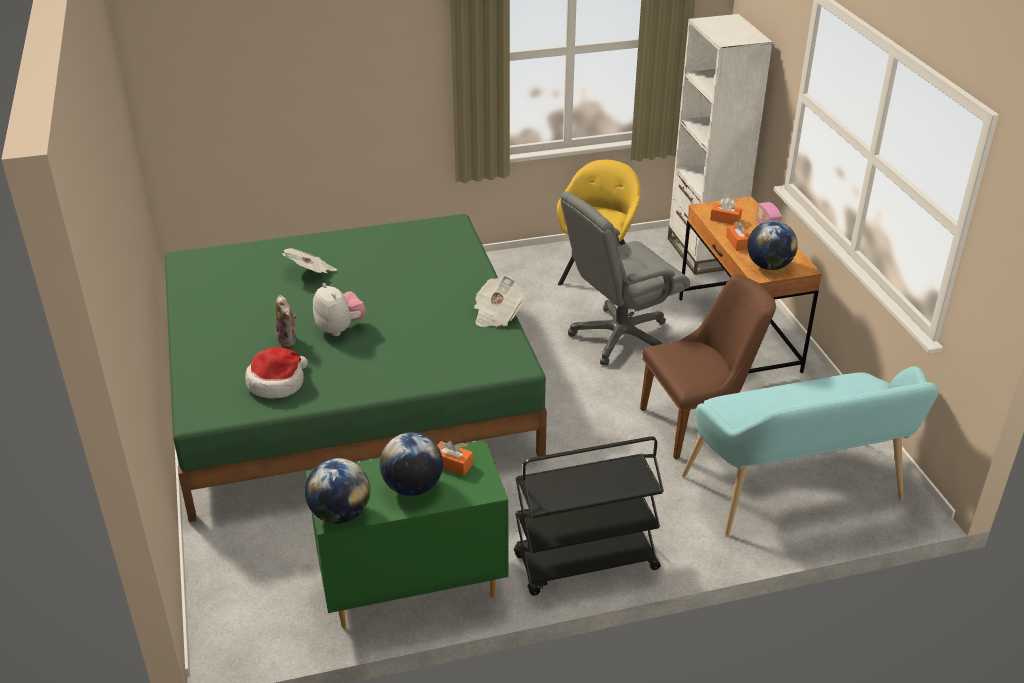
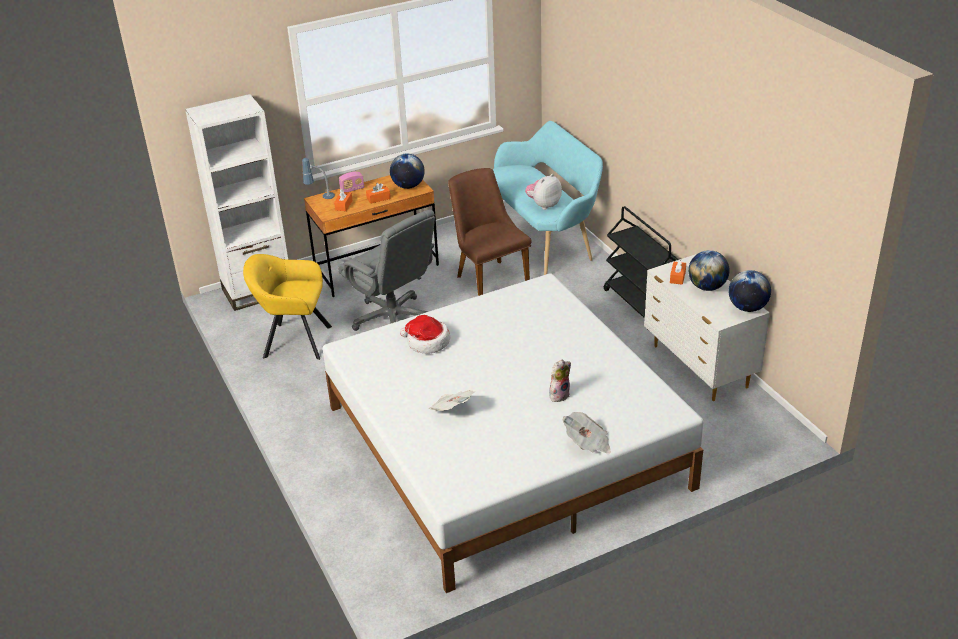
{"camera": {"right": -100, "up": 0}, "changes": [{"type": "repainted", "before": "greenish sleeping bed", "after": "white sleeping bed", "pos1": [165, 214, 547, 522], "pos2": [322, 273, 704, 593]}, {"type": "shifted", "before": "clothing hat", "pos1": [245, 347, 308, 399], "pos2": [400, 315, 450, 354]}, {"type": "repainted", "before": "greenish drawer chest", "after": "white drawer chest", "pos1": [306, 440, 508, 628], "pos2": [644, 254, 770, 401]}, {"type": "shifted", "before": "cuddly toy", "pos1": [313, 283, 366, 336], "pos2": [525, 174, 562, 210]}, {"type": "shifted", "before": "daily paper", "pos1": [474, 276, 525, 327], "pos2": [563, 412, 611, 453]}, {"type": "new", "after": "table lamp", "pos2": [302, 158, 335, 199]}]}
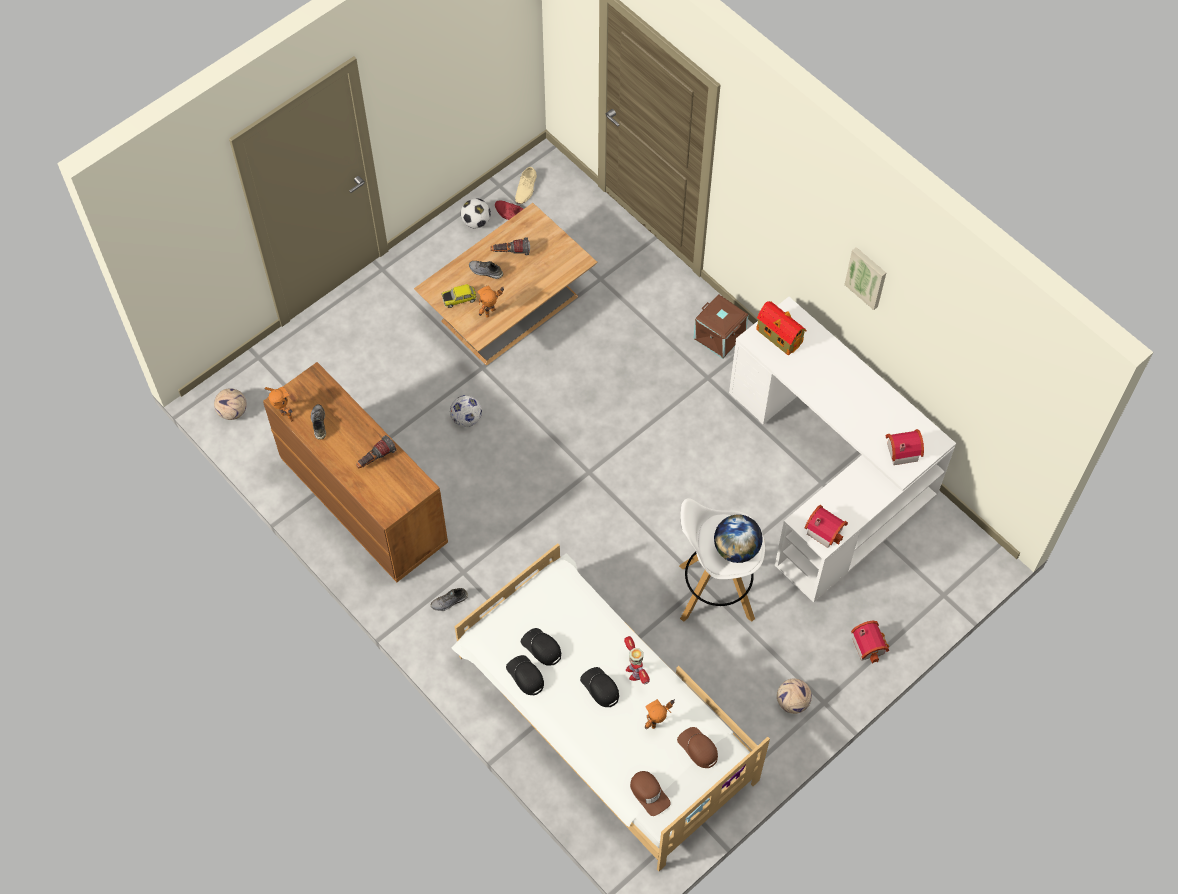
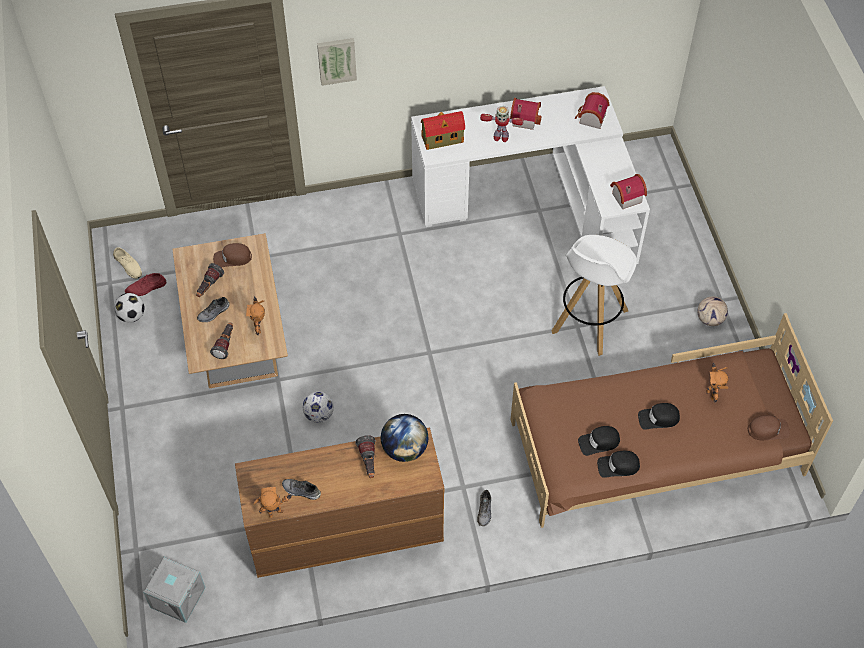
{"camera": {"right": -60, "up": -5}, "changes": [{"type": "swapped", "before": "ball for football", "after": "gray storage bin", "pos1": [214, 388, 247, 420], "pos2": [143, 556, 206, 623]}, {"type": "swapped", "before": "miniature car", "after": "hand torch", "pos1": [441, 284, 477, 308], "pos2": [210, 322, 233, 359]}, {"type": "repainted", "before": "white sleeping bed", "after": "brownish sleeping bed", "pos1": [451, 543, 770, 871], "pos2": [510, 313, 833, 528]}, {"type": "shifted", "before": "robot figure", "pos1": [624, 636, 650, 684], "pos2": [480, 106, 524, 142]}, {"type": "shifted", "before": "brownish cap", "pos1": [677, 727, 718, 768], "pos2": [213, 243, 252, 268]}, {"type": "gone", "before": "brownish storage bin", "pos1": [693, 294, 749, 359]}, {"type": "shifted", "before": "world globe", "pos1": [714, 515, 763, 563], "pos2": [381, 414, 429, 462]}, {"type": "shifted", "before": "wall art", "pos1": [844, 247, 886, 310], "pos2": [317, 38, 357, 86]}, {"type": "shifted", "before": "toy house", "pos1": [851, 621, 889, 664], "pos2": [510, 98, 541, 130]}]}
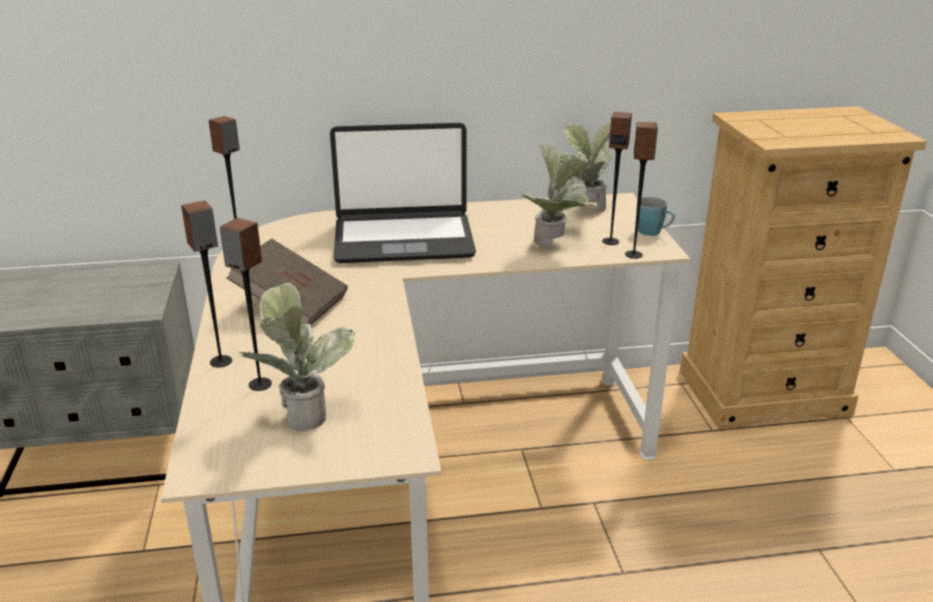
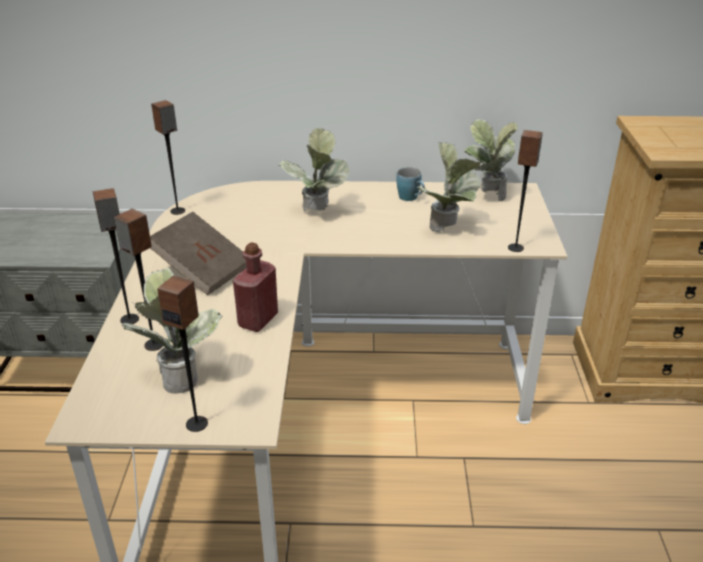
{"camera": {"right": 10, "up": 5}, "changes": [{"type": "swapped", "before": "notebook computer", "after": "potted plant", "pos1": [330, 123, 476, 263], "pos2": [279, 128, 350, 212]}, {"type": "shifted", "before": "audio speaker", "pos1": [602, 112, 632, 245], "pos2": [157, 276, 208, 432]}, {"type": "shifted", "before": "blue mug", "pos1": [636, 197, 675, 236], "pos2": [396, 167, 425, 201]}, {"type": "new", "after": "reddish drink bottle", "pos2": [233, 242, 278, 332]}]}
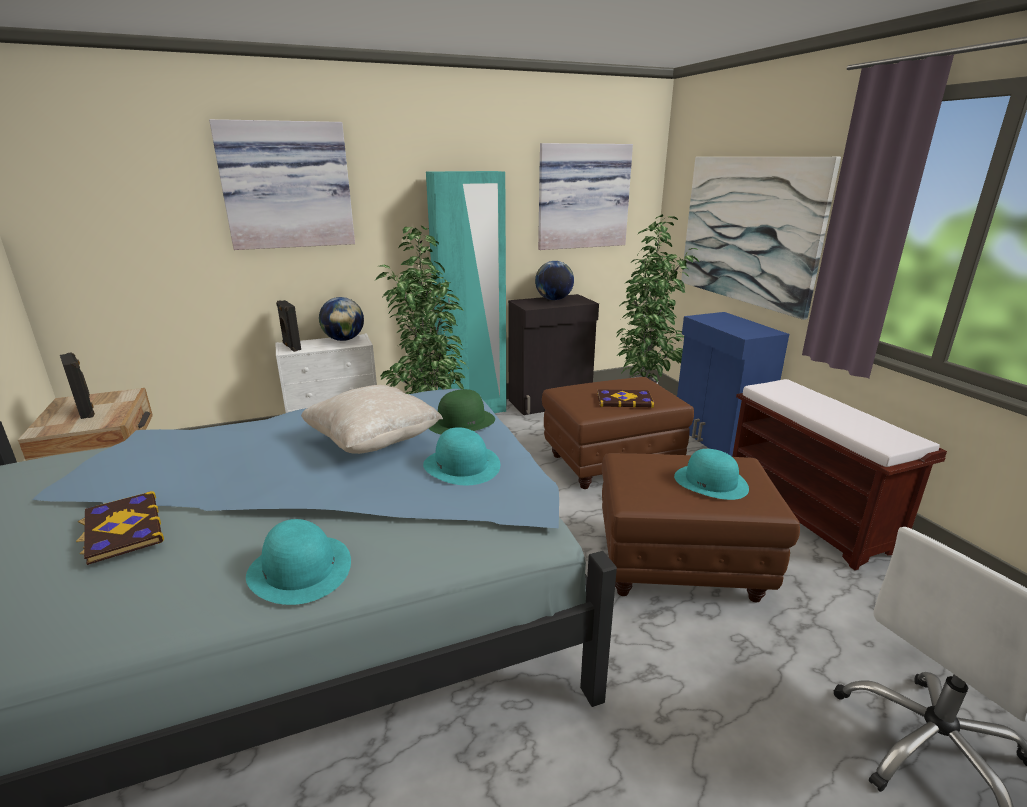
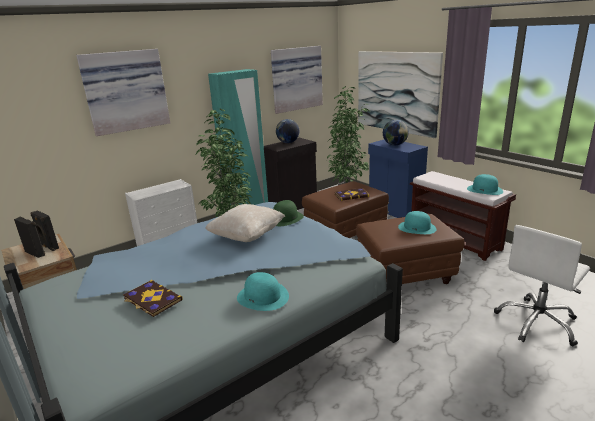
{"camera": {"right": -15, "up": 0}, "changes": [{"type": "shifted", "before": "black audio speaker", "pos1": [276, 300, 301, 352], "pos2": [31, 210, 59, 251]}, {"type": "shifted", "before": "world globe", "pos1": [319, 297, 364, 341], "pos2": [383, 120, 409, 145]}, {"type": "shifted", "before": "turquoise-coloured clothing hat", "pos1": [423, 427, 500, 485], "pos2": [467, 174, 503, 195]}]}
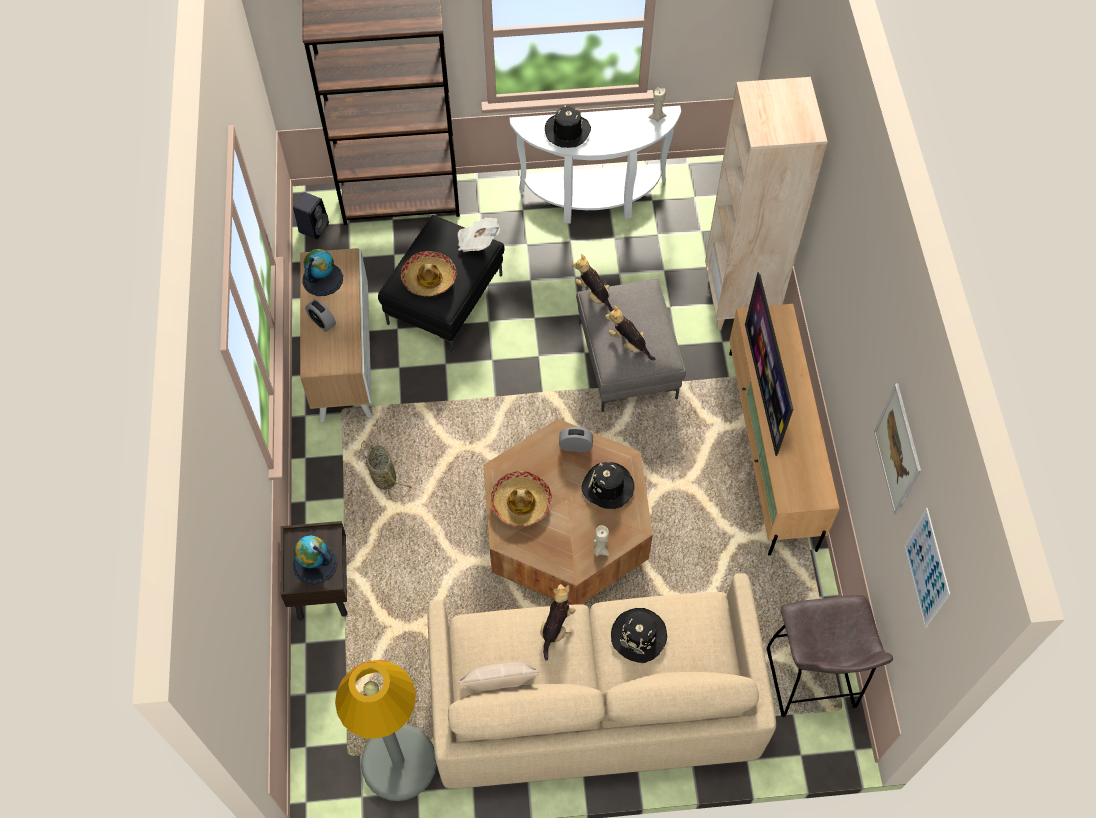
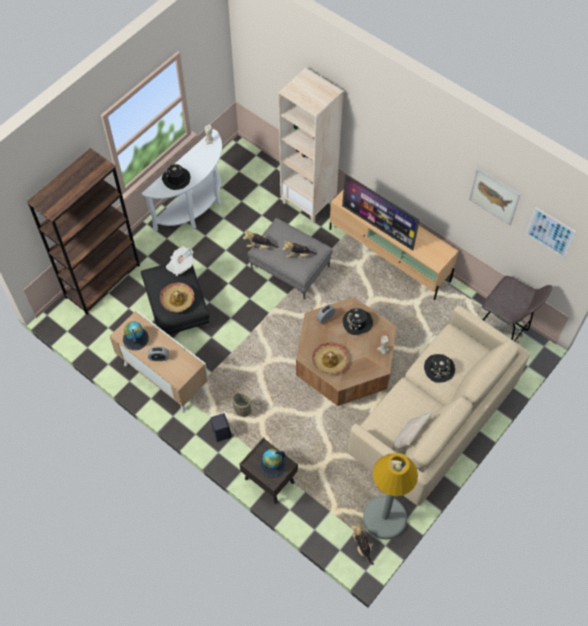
{"camera": {"right": -45, "up": 0}, "changes": [{"type": "shifted", "before": "black audio speaker", "pos1": [293, 192, 329, 239], "pos2": [211, 413, 232, 442]}, {"type": "shifted", "before": "cuddly toy", "pos1": [540, 584, 575, 661], "pos2": [351, 523, 374, 565]}]}
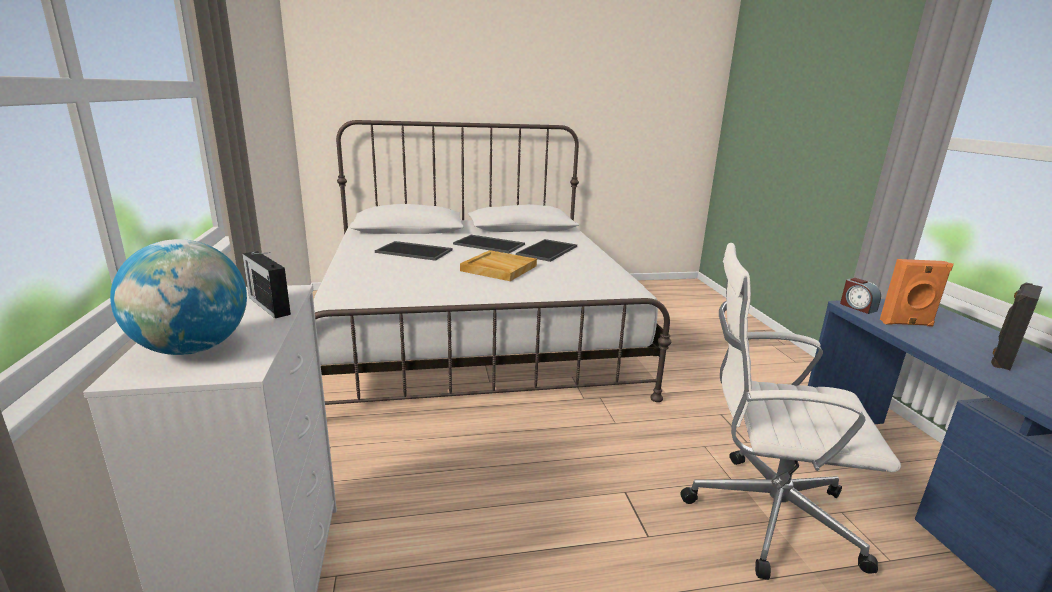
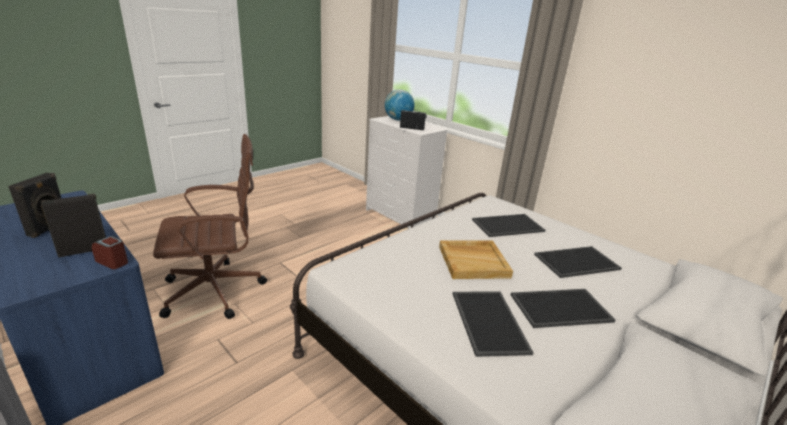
{"camera": {"right": 145, "up": 5}, "changes": [{"type": "repainted", "before": "white computer chair", "after": "brownish computer chair", "pos1": [680, 243, 901, 580], "pos2": [153, 134, 267, 319]}, {"type": "repainted", "before": "orange-coloured audio speaker", "after": "black audio speaker", "pos1": [880, 259, 954, 327], "pos2": [41, 194, 106, 257]}, {"type": "new", "after": "serving tray", "pos2": [472, 214, 545, 237]}]}
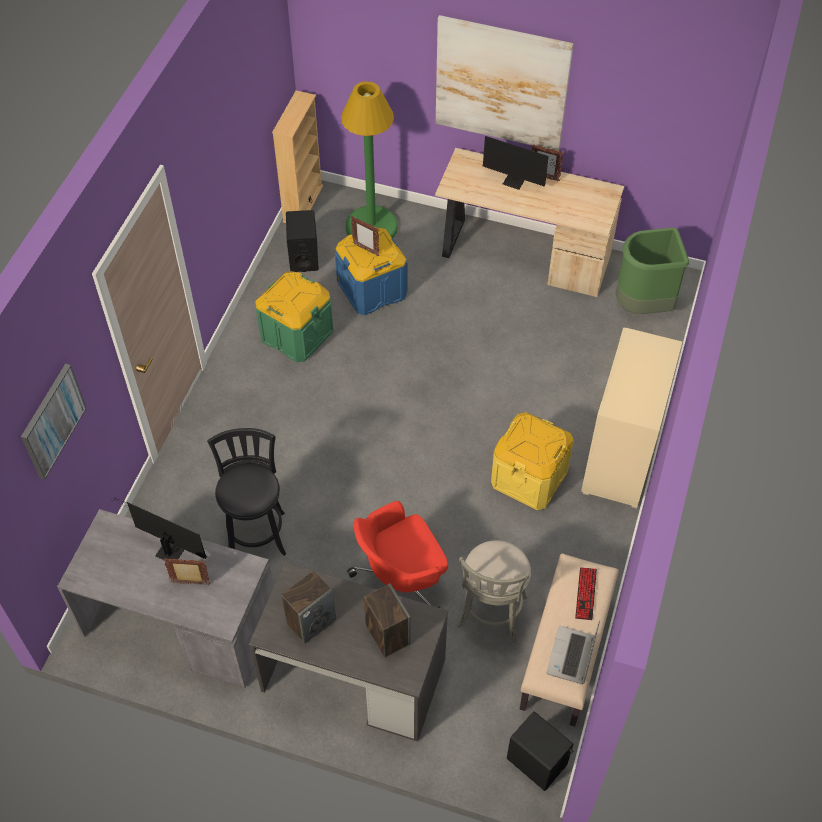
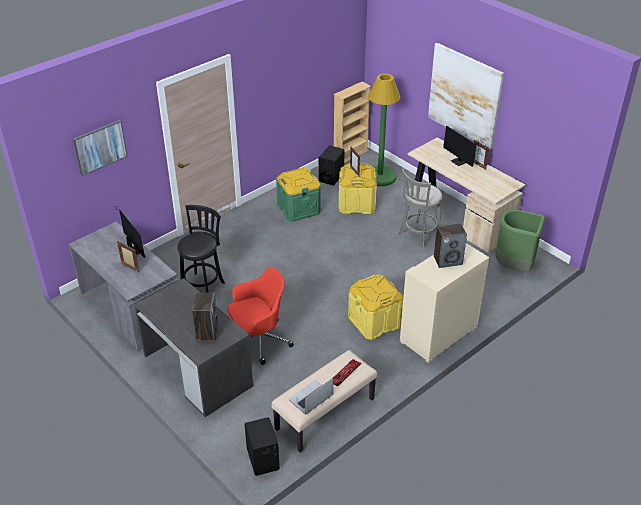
{"camera": {"right": 30, "up": -15}, "changes": [{"type": "shifted", "before": "audio speaker", "pos1": [281, 571, 336, 644], "pos2": [434, 223, 467, 268]}, {"type": "repainted", "before": "blue storage bin", "after": "yellow storage bin", "pos1": [335, 227, 408, 315], "pos2": [339, 163, 376, 214]}, {"type": "rotated", "before": "reddish computer chair", "pos1": [347, 501, 448, 608], "pos2": [227, 267, 294, 365], "turn": 150}, {"type": "shifted", "before": "gray stool", "pos1": [457, 540, 531, 642], "pos2": [399, 167, 442, 249]}]}
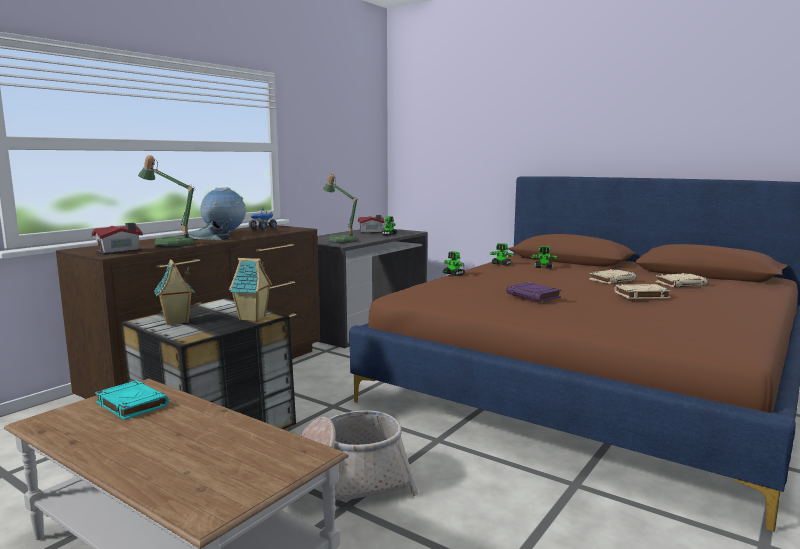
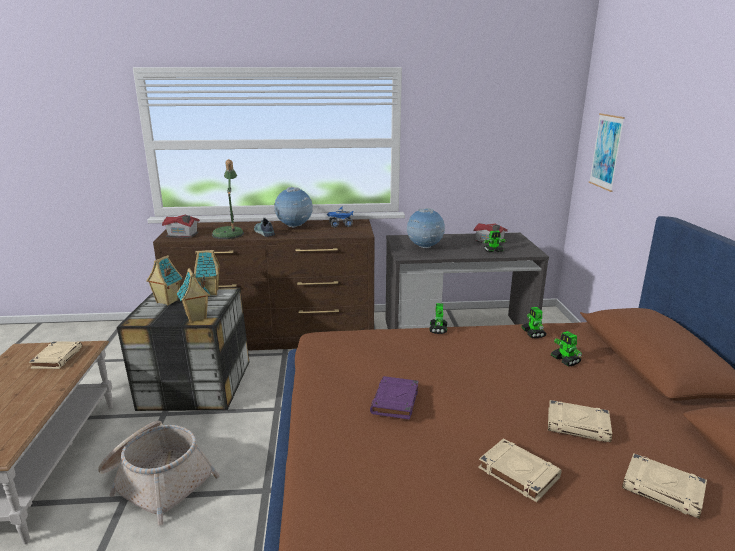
{"camera": {"right": 50, "up": 10}, "changes": [{"type": "repainted", "before": "turquoise-coloured volume", "after": "sand-coloured volume", "pos1": [95, 380, 169, 420], "pos2": [29, 342, 82, 369]}, {"type": "swapped", "before": "table lamp", "after": "world globe", "pos1": [323, 174, 358, 243], "pos2": [407, 208, 445, 249]}, {"type": "new", "after": "toy house", "pos2": [194, 250, 220, 295]}, {"type": "new", "after": "wall art", "pos2": [589, 113, 625, 192]}]}
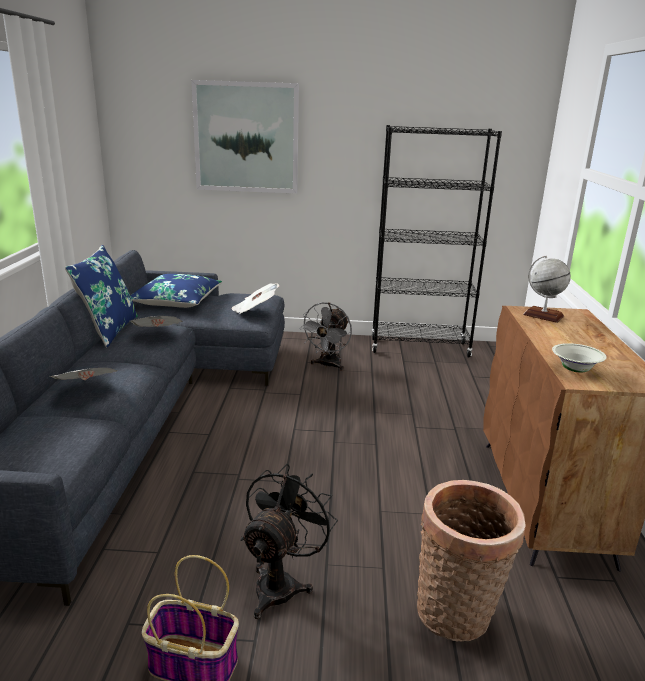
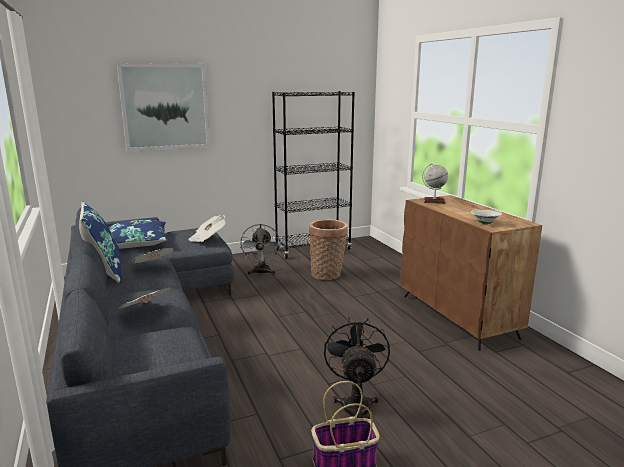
{"camera": {"right": -25, "up": -5}, "changes": [{"type": "shifted", "before": "storage basket", "pos1": [417, 480, 526, 642], "pos2": [309, 219, 348, 280]}]}
